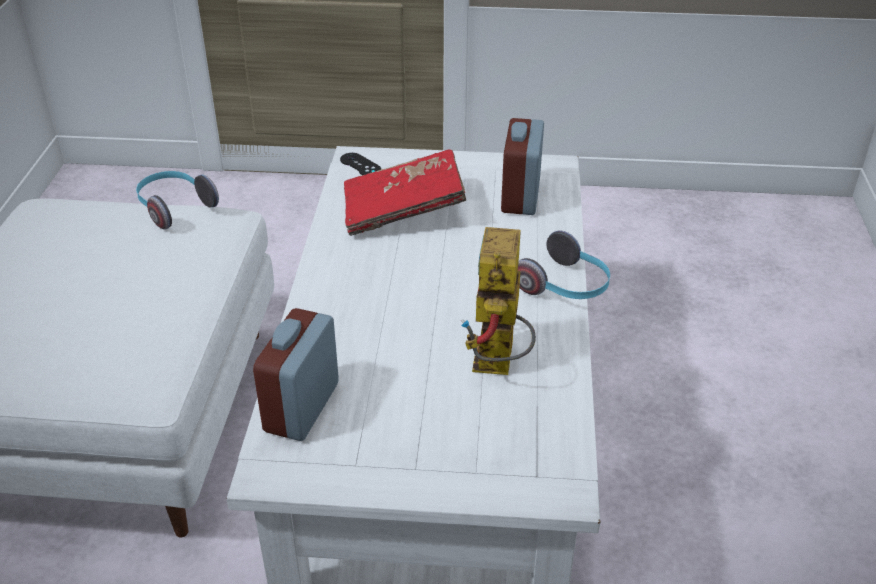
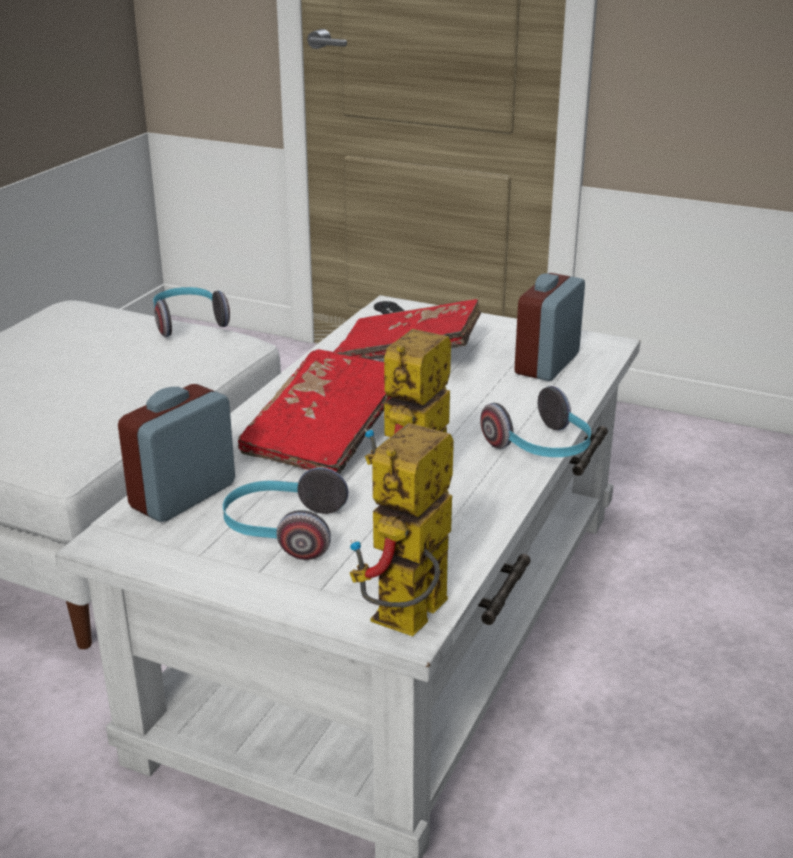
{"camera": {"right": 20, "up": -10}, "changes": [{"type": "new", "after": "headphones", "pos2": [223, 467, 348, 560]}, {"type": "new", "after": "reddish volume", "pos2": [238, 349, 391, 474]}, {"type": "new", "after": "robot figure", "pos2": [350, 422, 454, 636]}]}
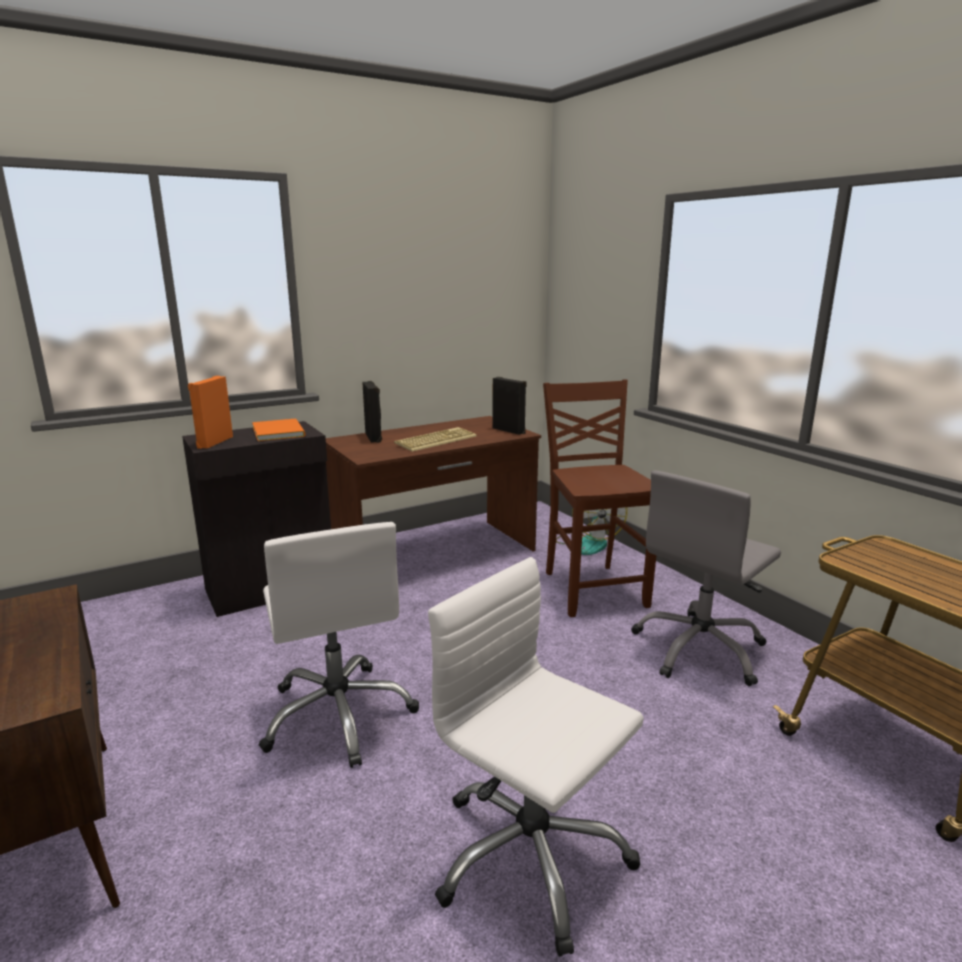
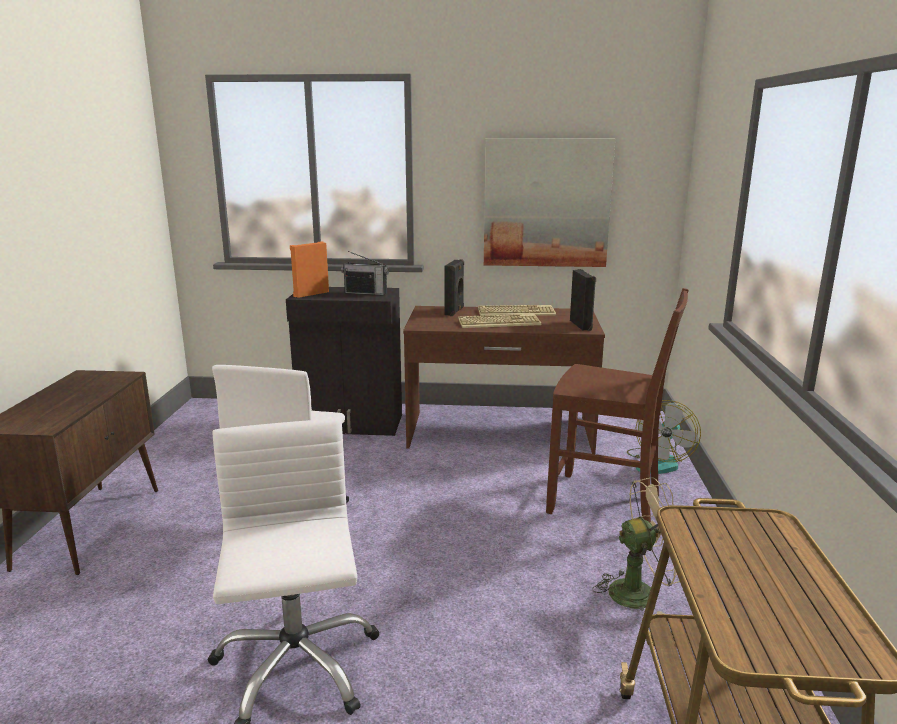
{"camera": {"right": 35, "up": 0}, "changes": [{"type": "swapped", "before": "orange-coloured volume", "after": "radio receiver", "pos1": [252, 419, 306, 441], "pos2": [341, 251, 389, 295]}, {"type": "rotated", "before": "brownish chair", "pos1": [543, 379, 656, 617], "pos2": [546, 288, 689, 522], "turn": 90}, {"type": "swapped", "before": "gray computer chair", "after": "sand-coloured electric fan", "pos1": [632, 470, 781, 686], "pos2": [592, 477, 680, 614]}, {"type": "new", "after": "keyboard", "pos2": [478, 305, 556, 316]}, {"type": "new", "after": "wall art", "pos2": [484, 138, 615, 267]}]}
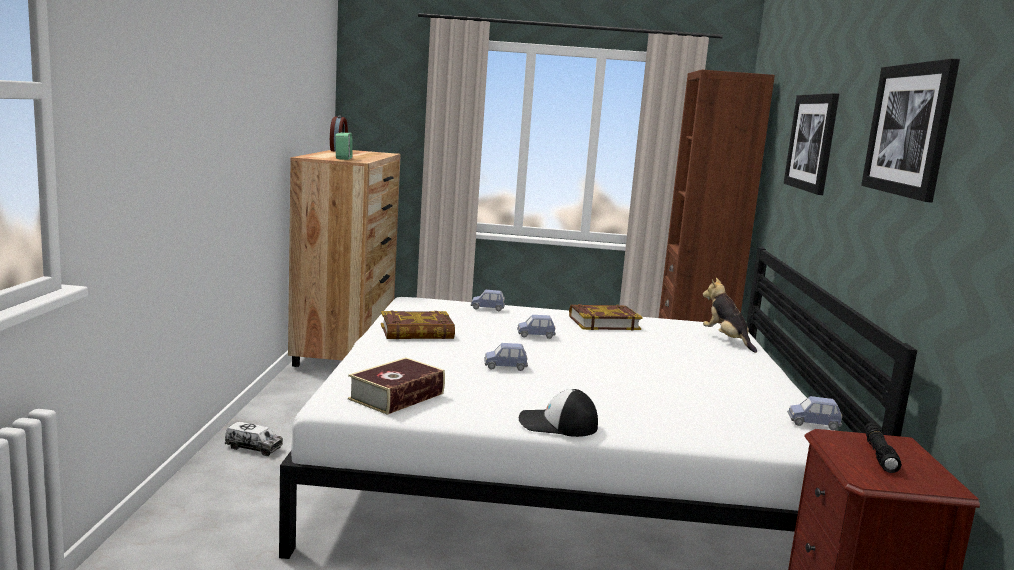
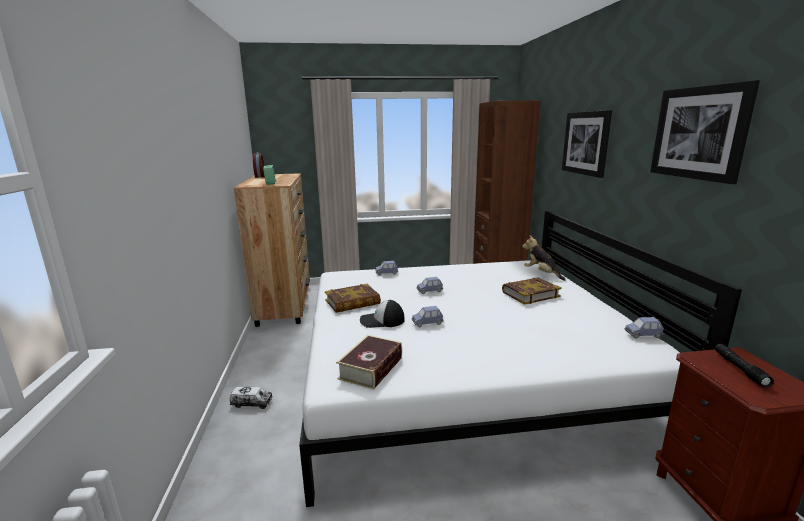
{"camera": {"right": -10, "up": 5}, "changes": [{"type": "shifted", "before": "cap", "pos1": [519, 389, 598, 437], "pos2": [360, 300, 405, 328]}, {"type": "shifted", "before": "volume", "pos1": [569, 304, 643, 330], "pos2": [502, 277, 562, 305]}]}
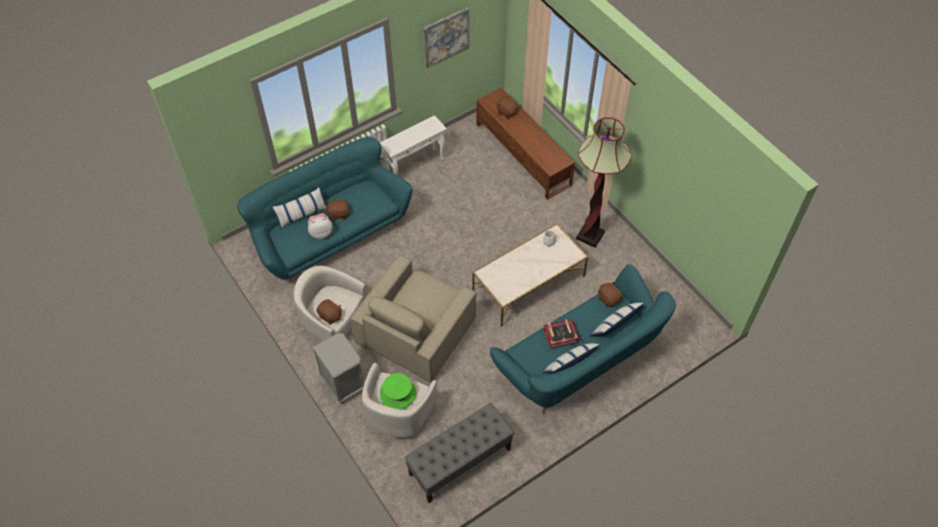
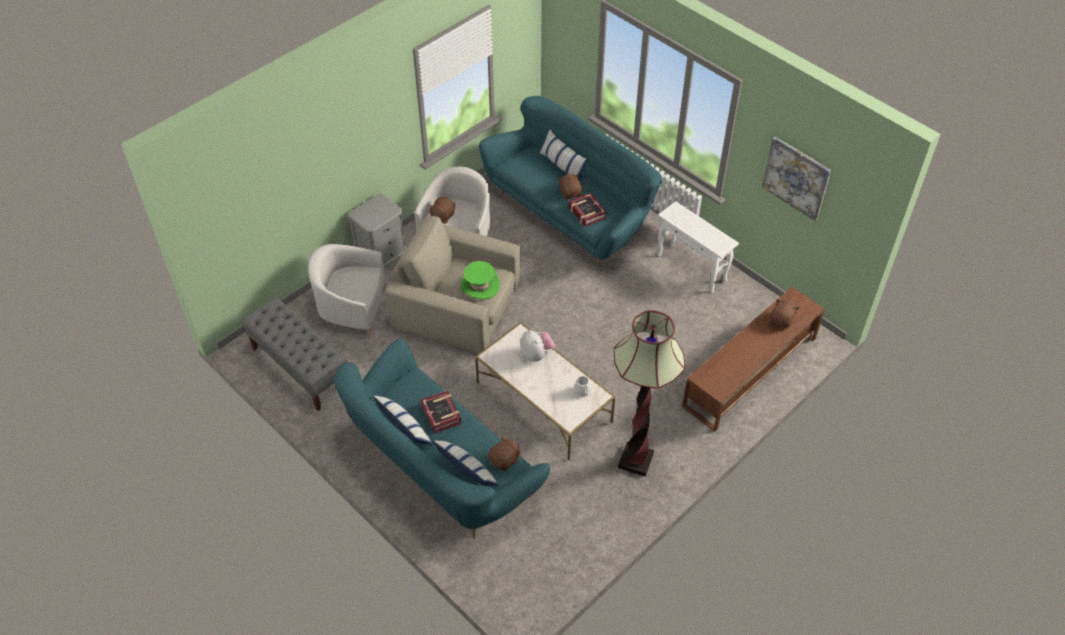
{"camera": {"right": 80, "up": -5}, "changes": [{"type": "shifted", "before": "cuddly toy", "pos1": [308, 213, 333, 239], "pos2": [521, 330, 555, 362]}, {"type": "shifted", "before": "greenish clothing hat", "pos1": [380, 373, 416, 409], "pos2": [460, 261, 500, 299]}, {"type": "new", "after": "volume", "pos2": [569, 193, 607, 227]}]}
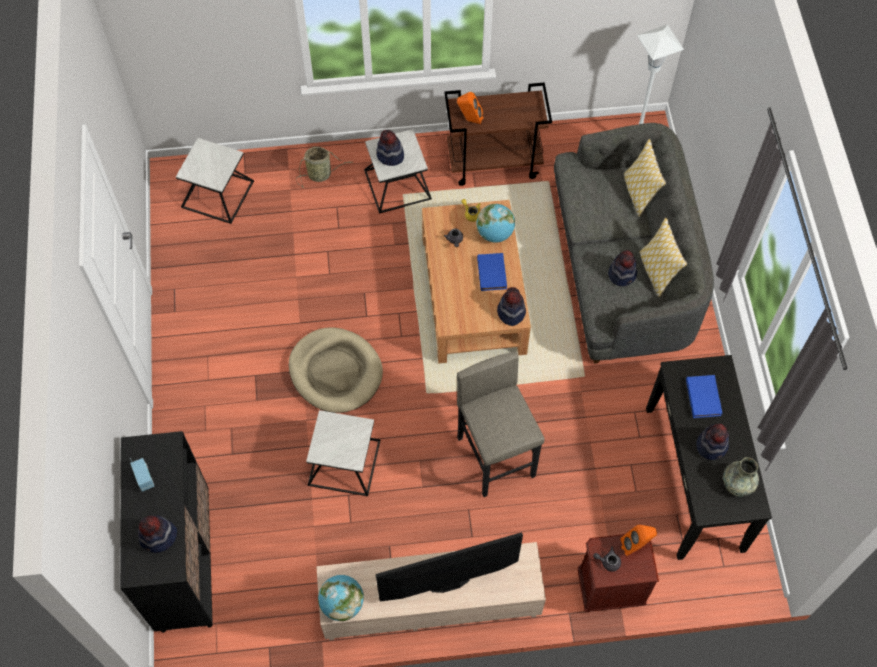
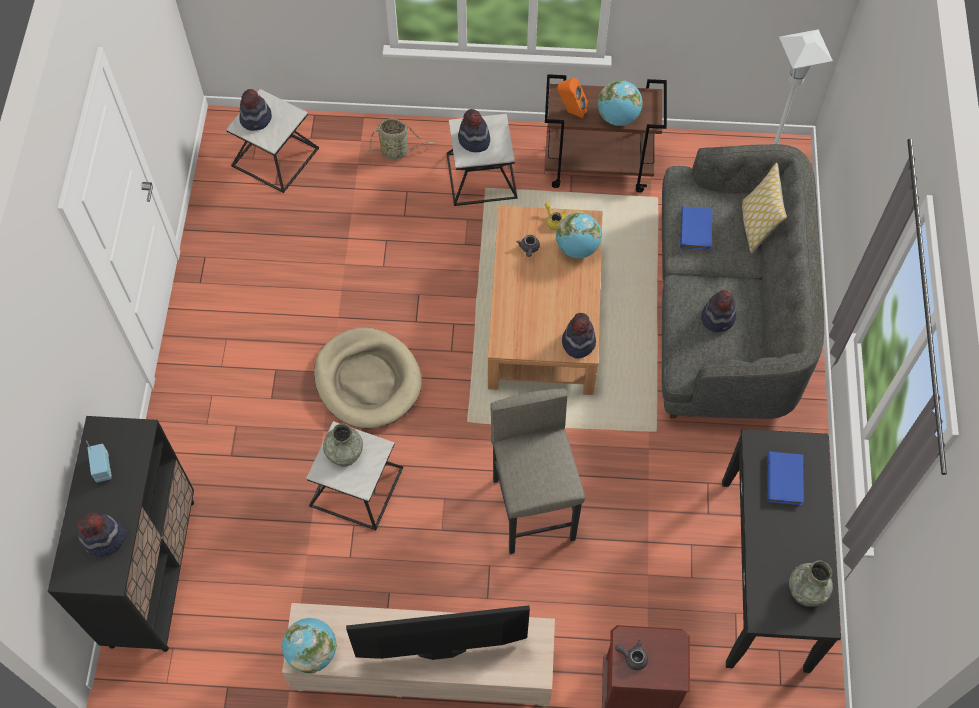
{"camera": {"right": 10, "up": 0}, "changes": [{"type": "shifted", "before": "blue volume", "pos1": [477, 253, 507, 291], "pos2": [680, 206, 713, 250]}, {"type": "gone", "before": "orange-coloured audio speaker", "pos1": [620, 525, 657, 556]}, {"type": "gone", "before": "throw pillow", "pos1": [639, 218, 687, 297]}, {"type": "shifted", "before": "clothing hat", "pos1": [696, 424, 729, 460], "pos2": [240, 89, 272, 131]}, {"type": "new", "after": "gray flower vase", "pos2": [323, 424, 363, 466]}, {"type": "new", "after": "world globe", "pos2": [597, 80, 643, 126]}]}
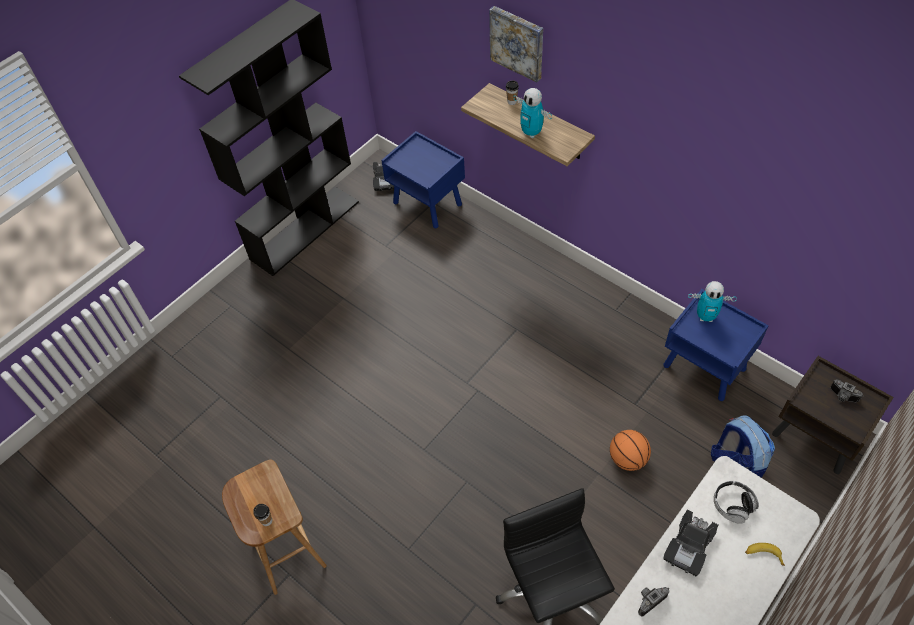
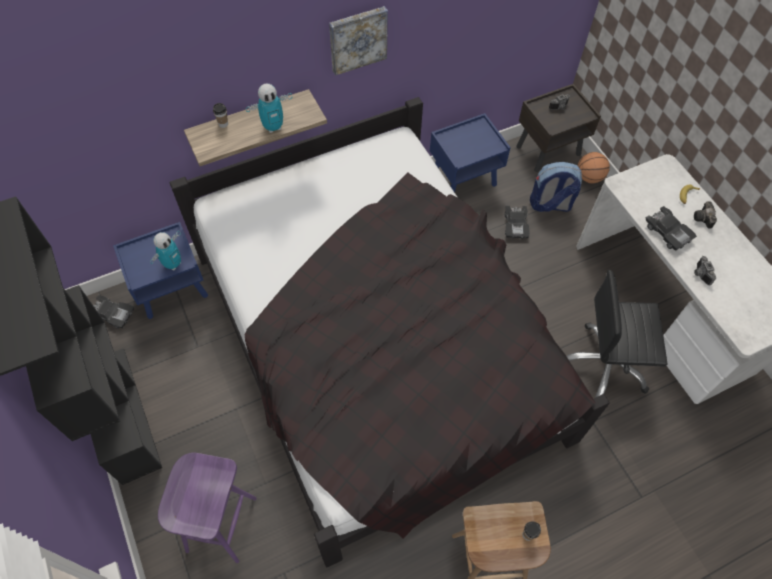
{"camera": {"right": -70, "up": 5}, "changes": [{"type": "shifted", "before": "wall art", "pos1": [489, 6, 543, 82], "pos2": [329, 6, 388, 75]}, {"type": "shifted", "before": "basketball", "pos1": [610, 430, 651, 471], "pos2": [578, 152, 610, 183]}, {"type": "shifted", "before": "robot figure", "pos1": [688, 281, 737, 322], "pos2": [150, 231, 181, 270]}, {"type": "gone", "before": "headphones", "pos1": [714, 481, 759, 524]}, {"type": "new", "after": "purple stool", "pos2": [158, 453, 257, 563]}, {"type": "new", "after": "black sleeping bed", "pos2": [169, 97, 610, 568]}, {"type": "new", "after": "black miniature car", "pos2": [505, 205, 530, 239]}, {"type": "new", "after": "still camera", "pos2": [694, 201, 717, 229]}]}
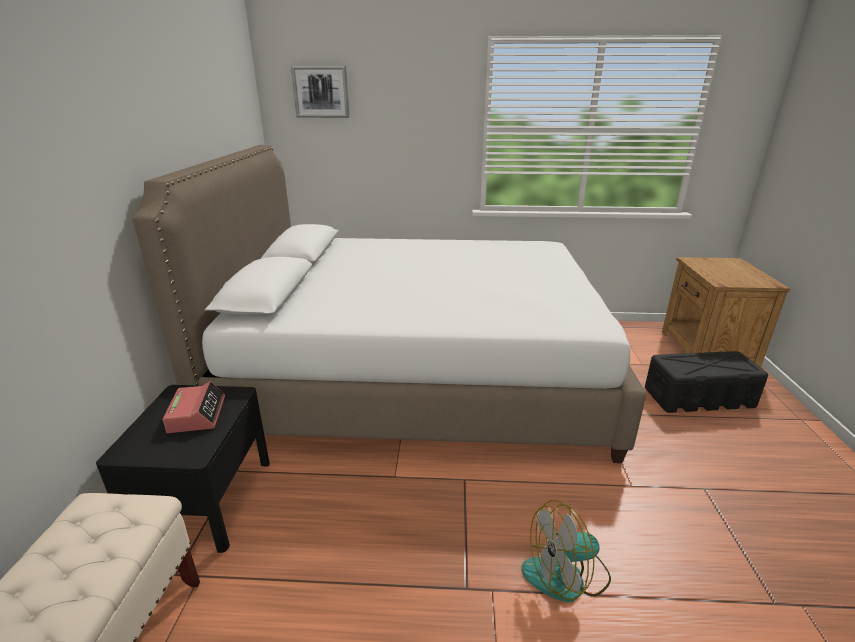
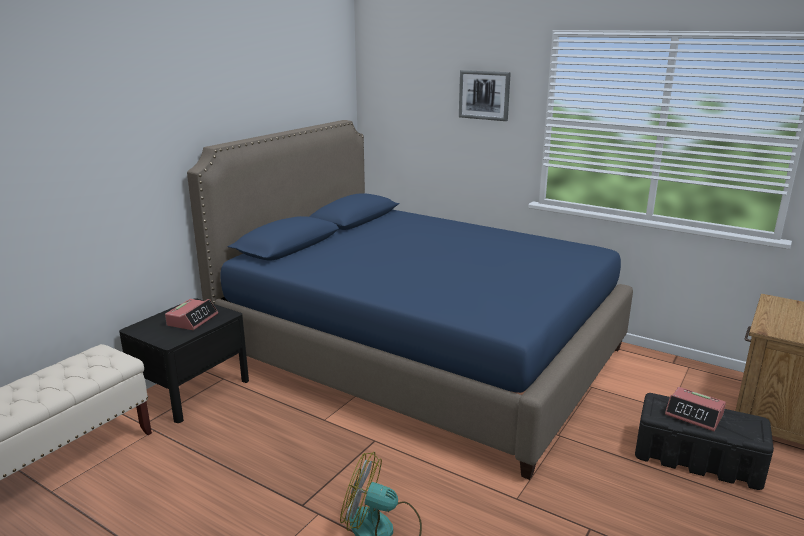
{"camera": {"right": 30, "up": -5}, "changes": [{"type": "repainted", "before": "white sleeping bed", "after": "blue sleeping bed", "pos1": [132, 145, 646, 463], "pos2": [187, 120, 633, 480]}, {"type": "shifted", "before": "wall art", "pos1": [291, 66, 349, 118], "pos2": [459, 70, 511, 121]}, {"type": "new", "after": "bedside clock", "pos2": [665, 387, 726, 431]}]}
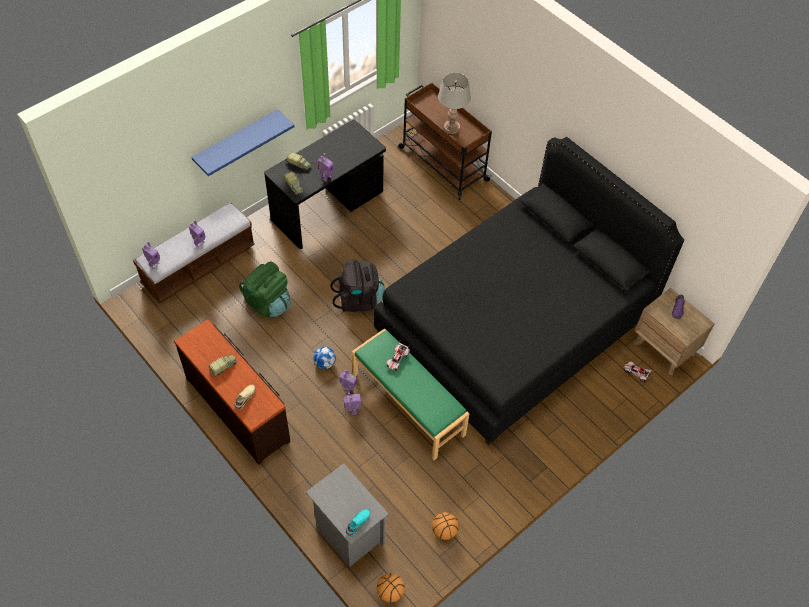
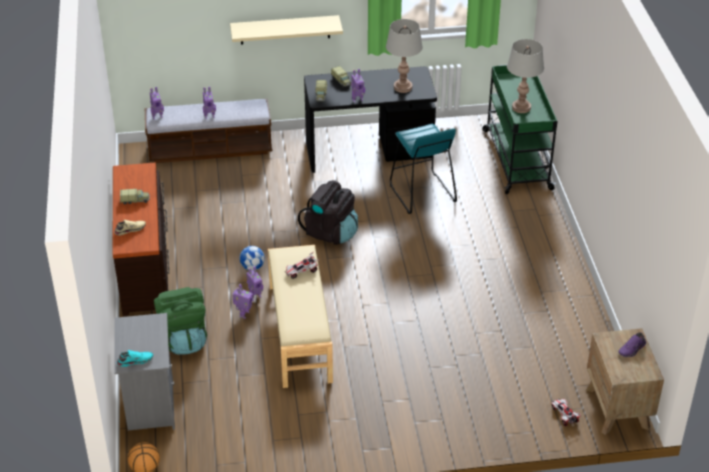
{"camera": {"right": 35, "up": -15}, "changes": [{"type": "repainted", "before": "blue bracket shelf", "after": "sand-coloured bracket shelf", "pos1": [191, 109, 295, 176], "pos2": [230, 15, 343, 45]}, {"type": "shifted", "before": "greenish backpack", "pos1": [239, 261, 290, 317], "pos2": [154, 287, 207, 355]}, {"type": "repainted", "before": "greenish indoor bench", "after": "sand-coloured indoor bench", "pos1": [352, 328, 470, 460], "pos2": [268, 245, 333, 388]}, {"type": "gone", "before": "black sleeping bed", "pos1": [374, 137, 684, 445]}, {"type": "repainted", "before": "brownish cart", "after": "greenish cart", "pos1": [398, 83, 492, 200], "pos2": [482, 64, 558, 194]}, {"type": "gone", "before": "basketball", "pos1": [432, 512, 459, 540]}, {"type": "new", "after": "gray table lamp", "pos2": [386, 19, 423, 93]}, {"type": "new", "after": "turquoise-coloured stool", "pos2": [390, 124, 457, 214]}]}
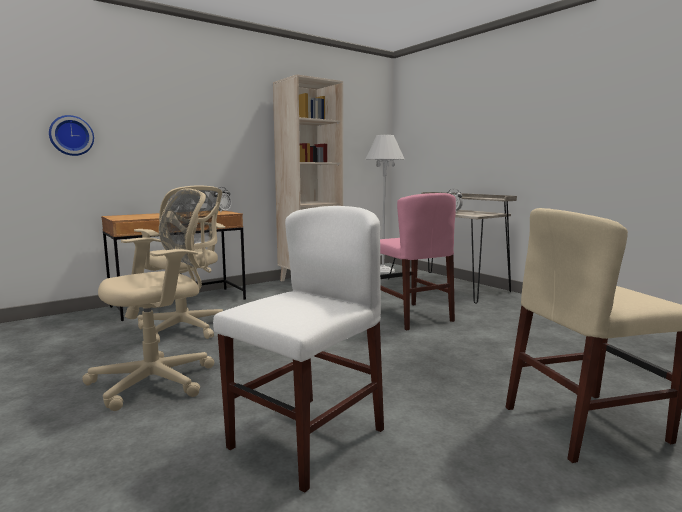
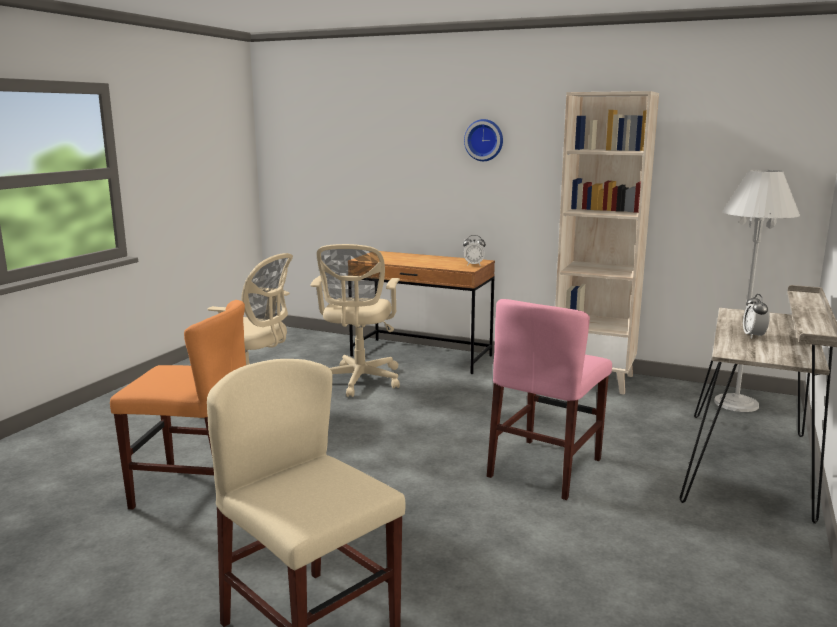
{"camera": {"right": 60, "up": 5}, "changes": [{"type": "shifted", "before": "clock on the wall", "pos1": [49, 115, 94, 156], "pos2": [464, 119, 503, 161]}, {"type": "repainted", "before": "white chair", "after": "orange-coloured chair", "pos1": [213, 206, 384, 493], "pos2": [110, 300, 246, 510]}]}
